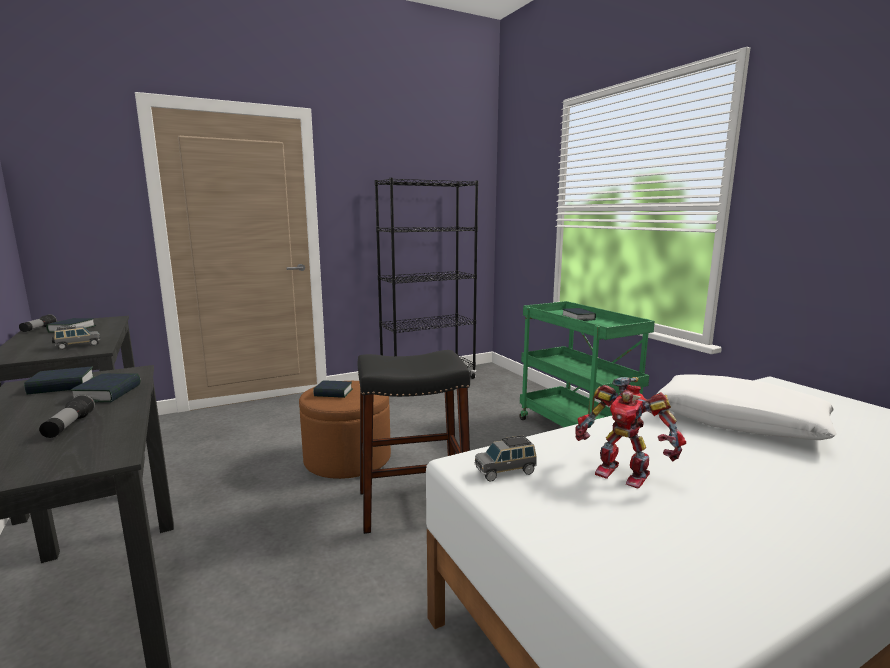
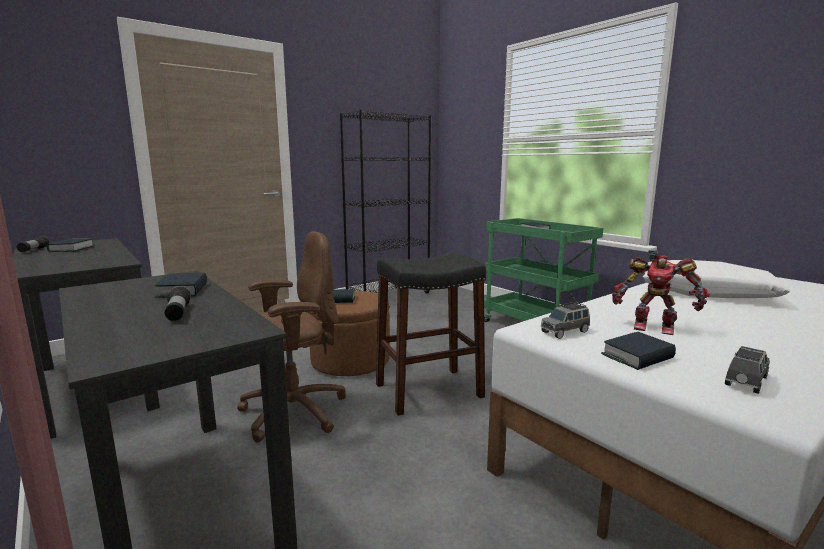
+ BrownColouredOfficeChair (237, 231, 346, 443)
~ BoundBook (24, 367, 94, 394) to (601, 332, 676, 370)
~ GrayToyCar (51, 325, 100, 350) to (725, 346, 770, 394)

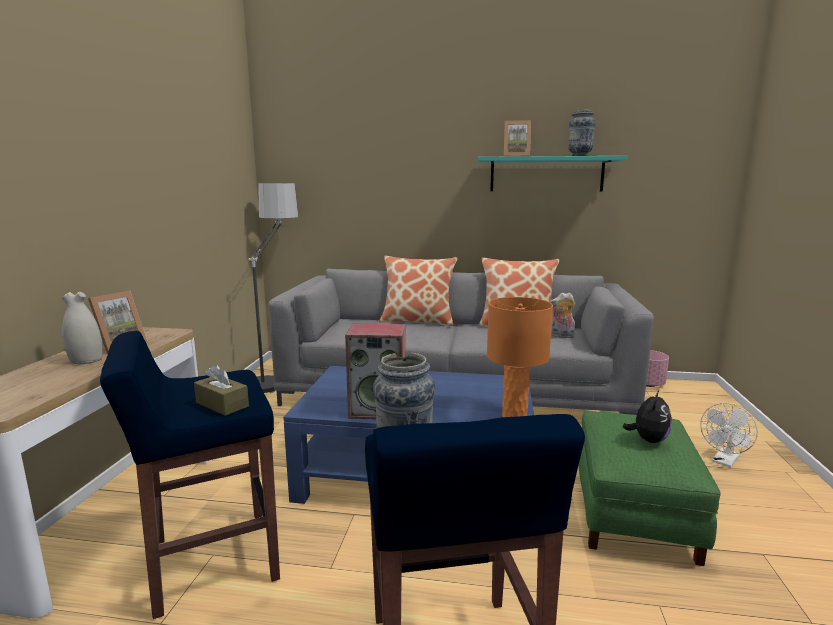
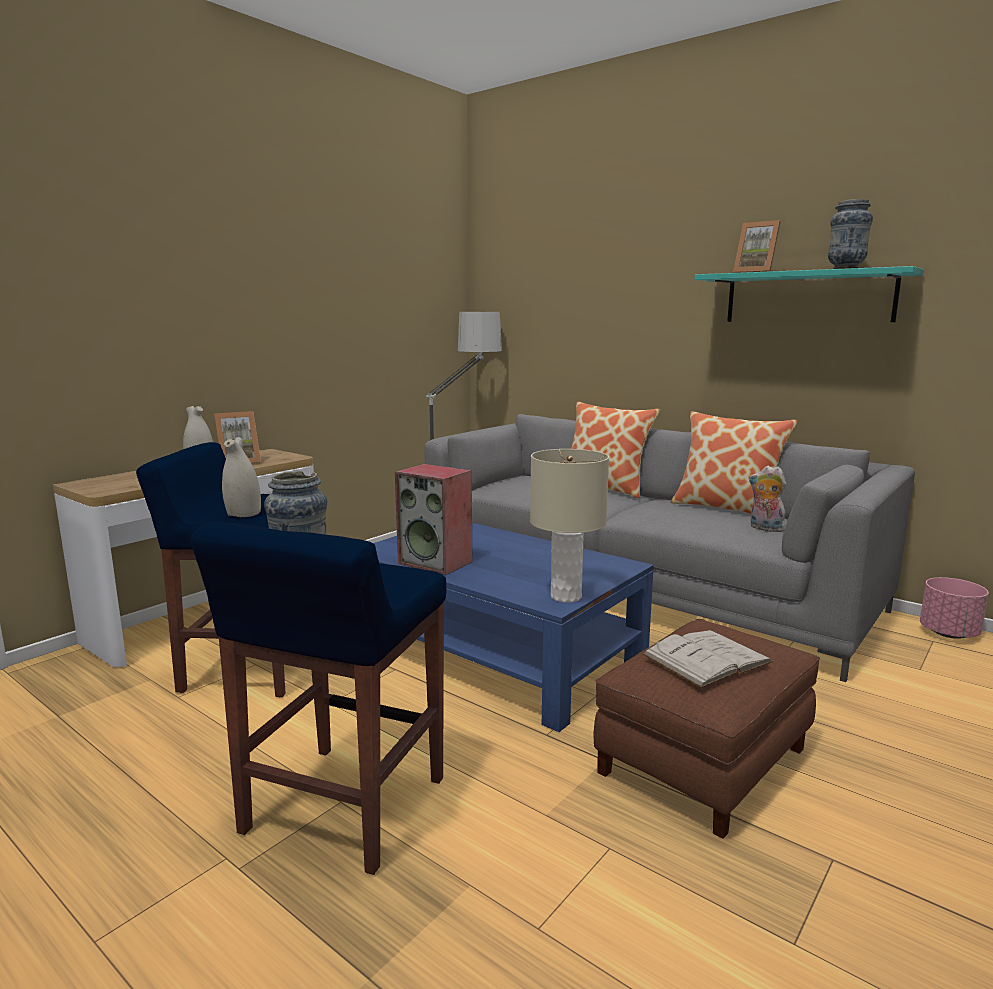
~ BrownColouredTissueBox (194, 364, 249, 416) to WhiteFlowerVase (222, 437, 261, 517)
~ OrangeColouredLampForATable (487, 297, 553, 417) to BeigeColouredLampForATable (530, 449, 609, 603)
~ GreenColouredOttoman (579, 410, 721, 566) to BrownColouredOttoman (594, 619, 820, 839)
~ PlushToy (623, 389, 672, 443) to WhiteBoundBook (642, 630, 773, 688)
- WhiteCoolingFan (700, 403, 758, 468)

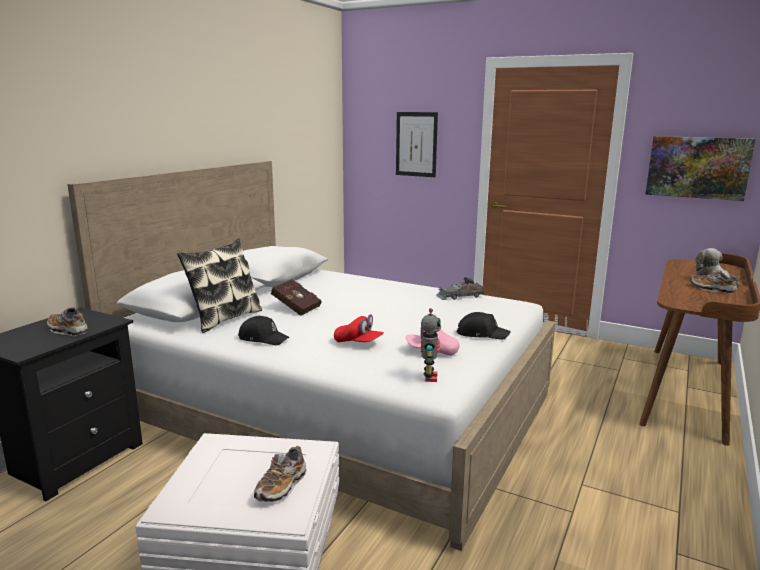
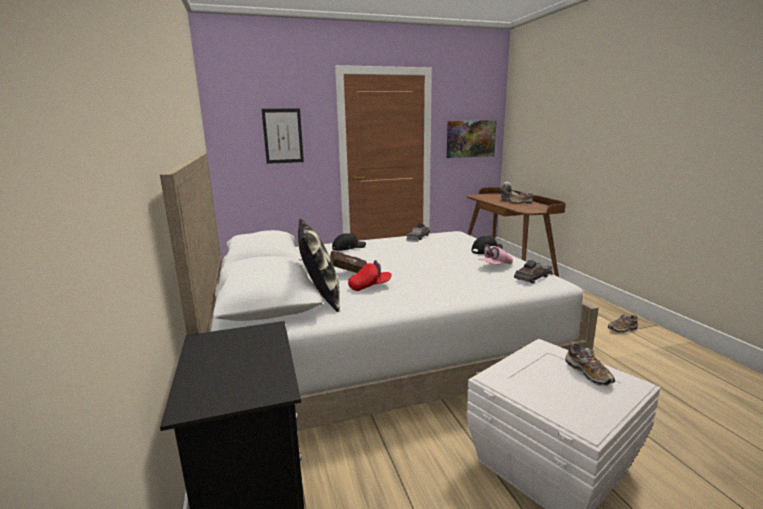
~ BlackCap (238, 316, 289, 345) to (332, 233, 366, 251)
~ RedCap (334, 314, 384, 342) to (348, 260, 392, 291)
~ ToyRobot (421, 308, 441, 382) to GrayToyCar (514, 260, 553, 284)
~ LowShoe (47, 307, 88, 336) to (608, 314, 638, 333)

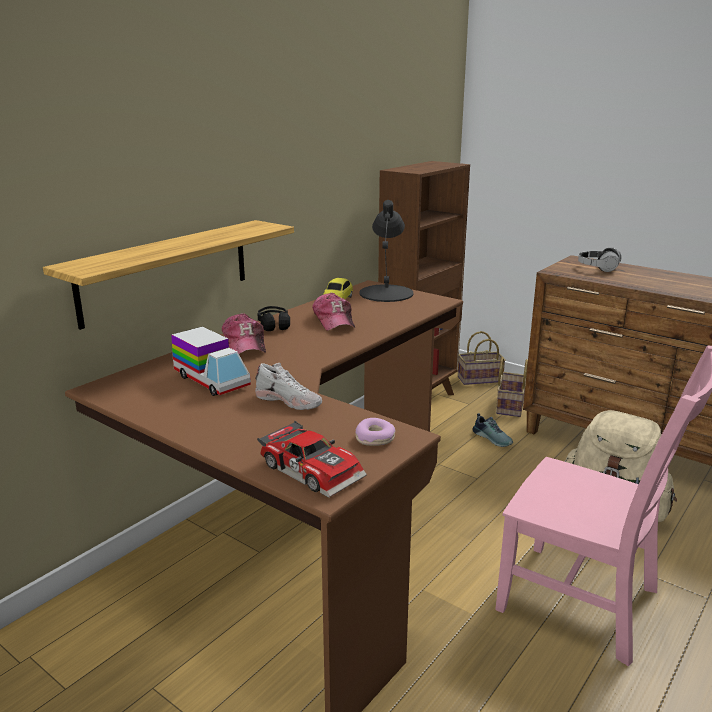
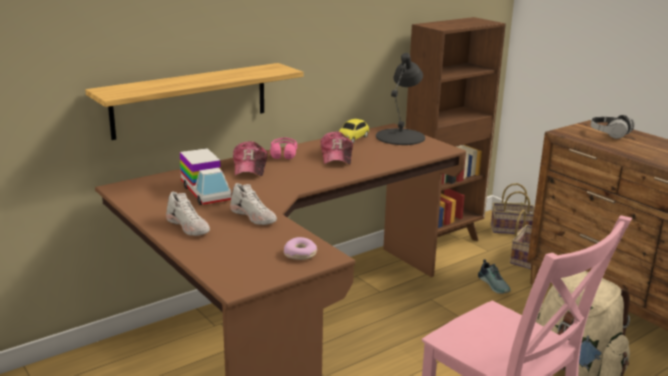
+ WhiteLowShoe (166, 192, 210, 236)
~ BlackPairOfHeadphones (257, 306, 290, 331) to PinkishPairOfHeadphones (270, 137, 297, 159)
- ToyCar (257, 421, 367, 498)

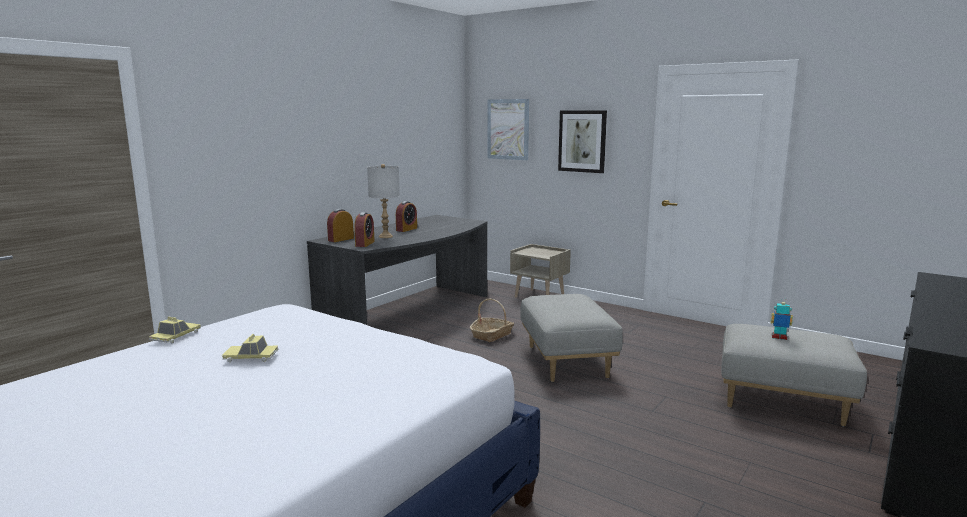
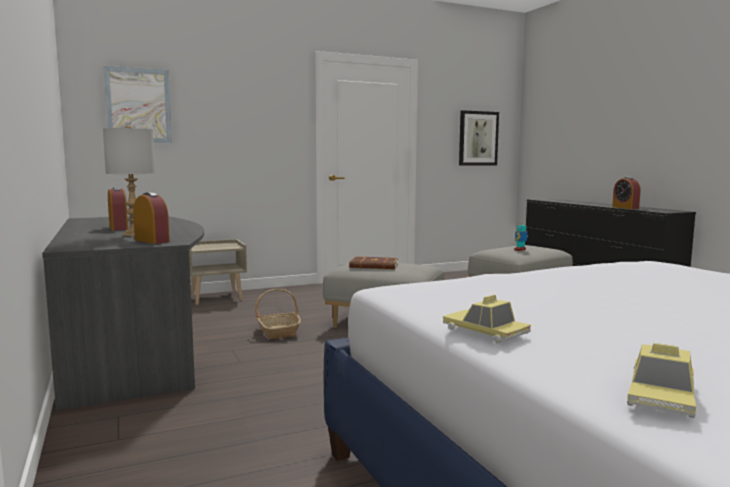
+ BrownColouredBoundBook (349, 256, 399, 269)
~ WallArt (558, 110, 607, 173) to (459, 110, 499, 165)
~ TableClock (327, 209, 354, 242) to (612, 177, 640, 209)
~ ToyCar (222, 334, 278, 362) to (627, 343, 696, 418)

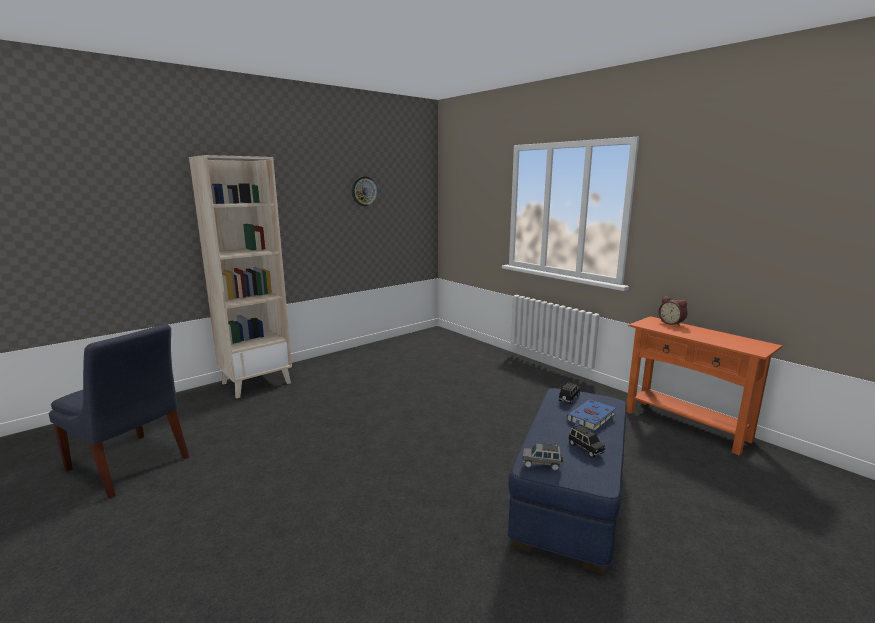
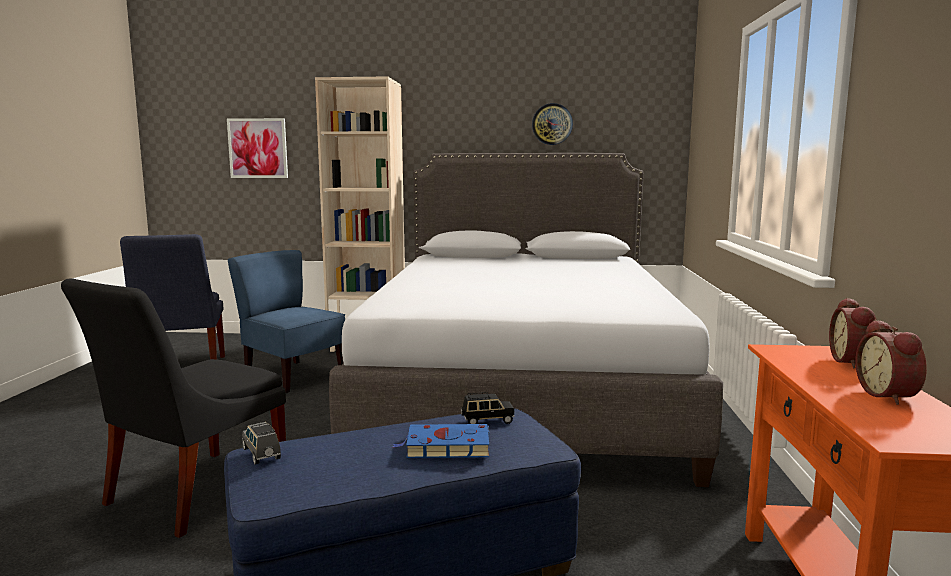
+ BlackUprightChair (61, 278, 286, 538)
+ WallArt (227, 118, 288, 178)
+ BlueColouredUprightChair (228, 250, 345, 394)
+ GrayBed (329, 153, 723, 487)
+ TableClock (855, 319, 927, 405)
- BlackToyCar (568, 424, 605, 458)

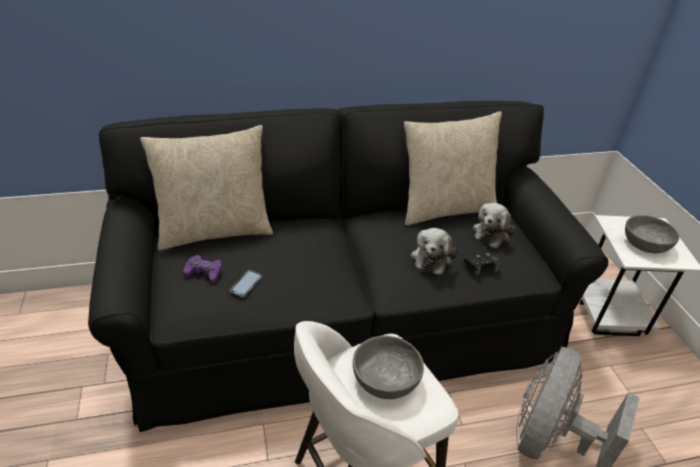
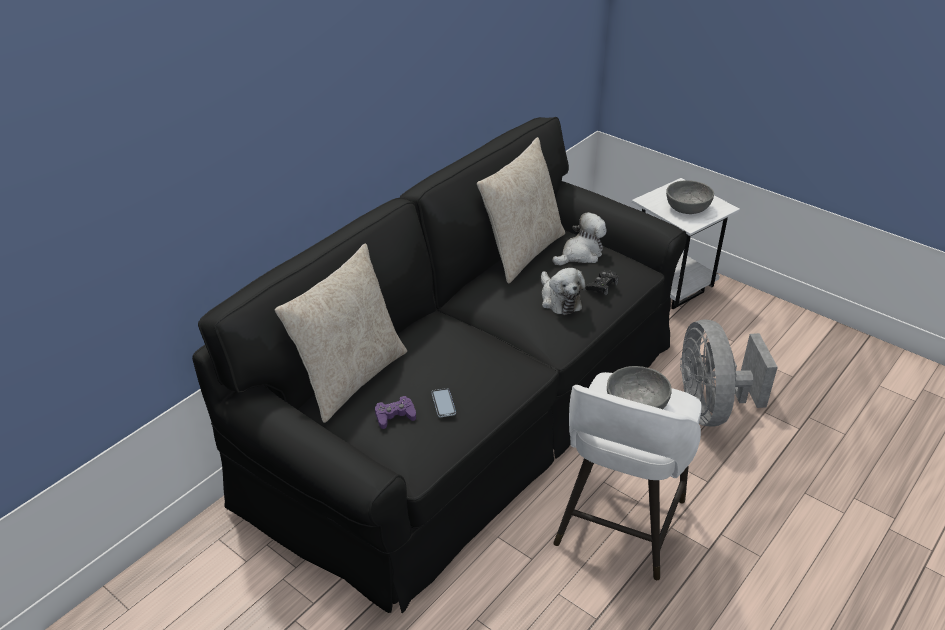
~ PlushToy (473, 203, 516, 248) = (552, 212, 607, 265) 120 degrees counterclockwise

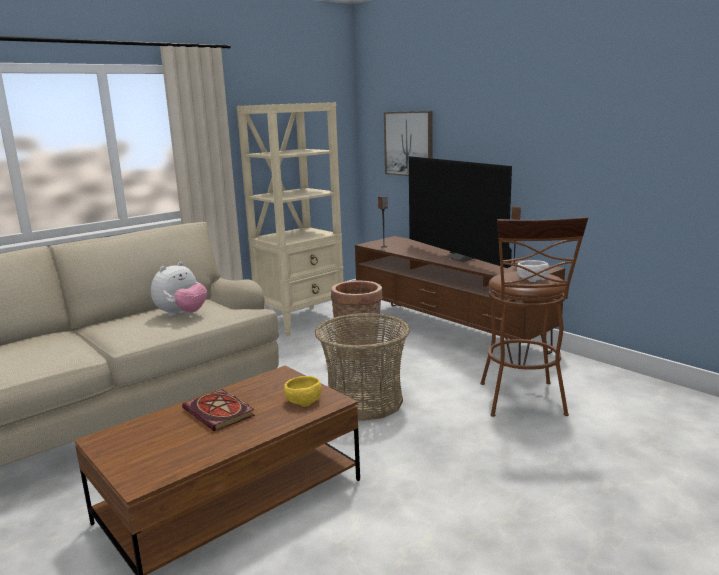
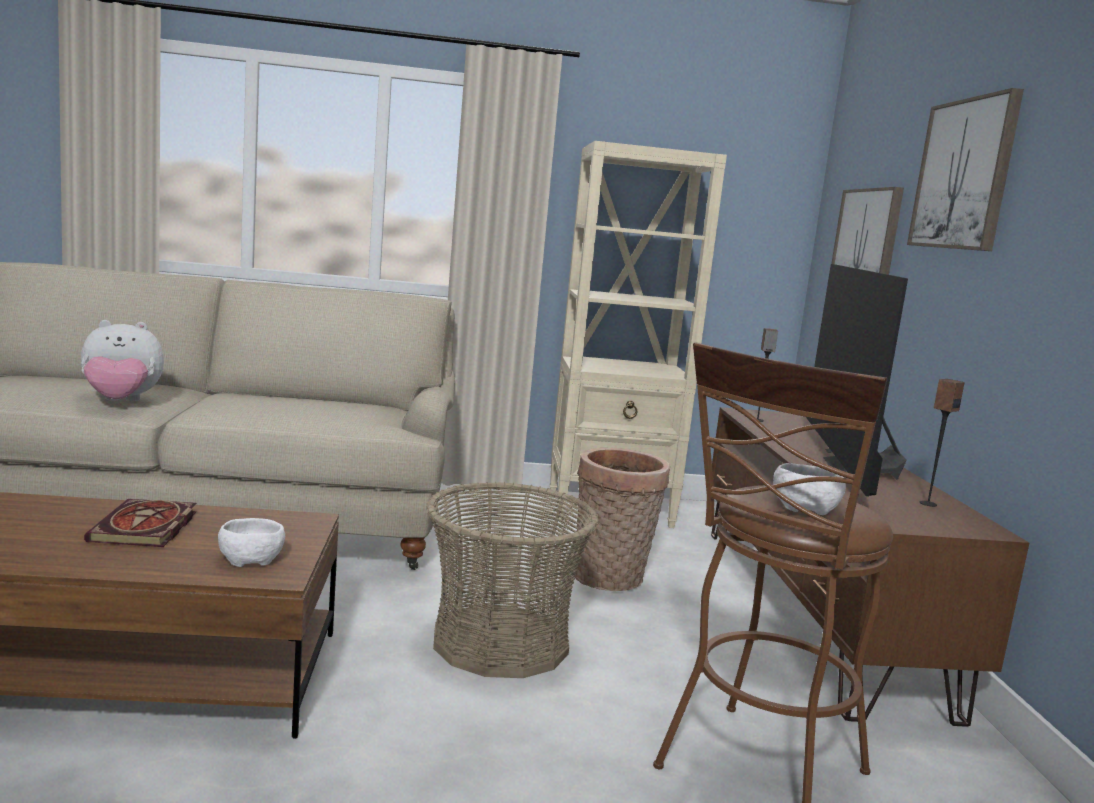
~ PlushToy (151, 262, 207, 317) to (81, 320, 164, 401)
~ YellowBowl (284, 376, 322, 407) to WhiteBowl (218, 518, 285, 567)
+ WallArt (907, 88, 1024, 251)

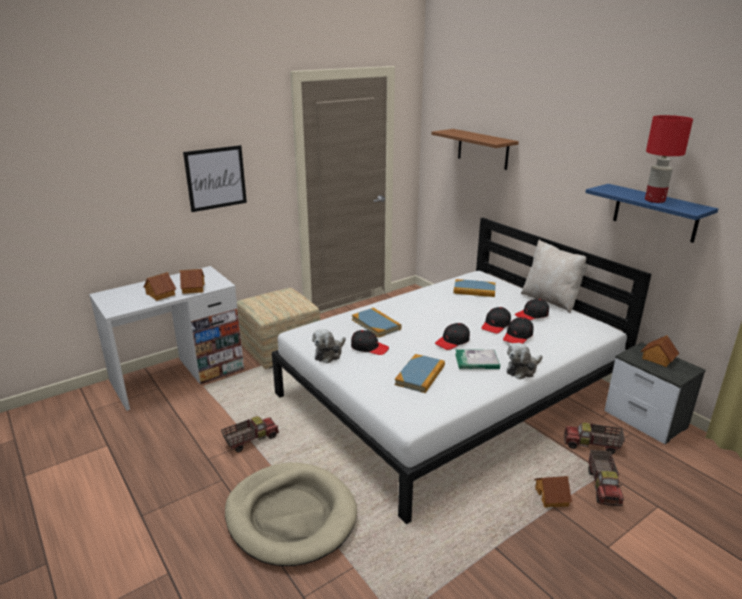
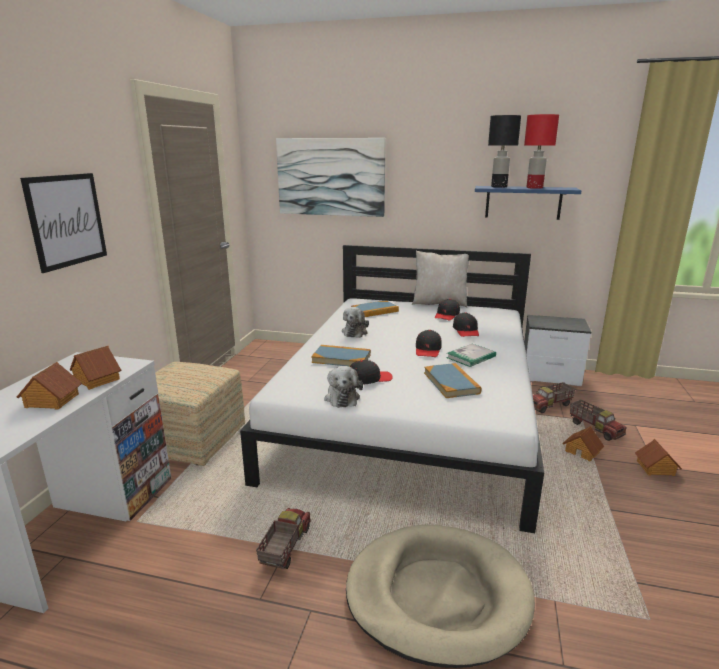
~ BrownColouredShelf (431, 129, 519, 170) to WallArt (276, 138, 386, 217)
~ PlushToy (506, 343, 543, 379) to (342, 307, 369, 338)
+ BlackLampForATable (488, 115, 521, 188)
~ MiniatureHouse (641, 335, 679, 367) to (635, 439, 682, 476)
- BlackCap (481, 307, 511, 334)

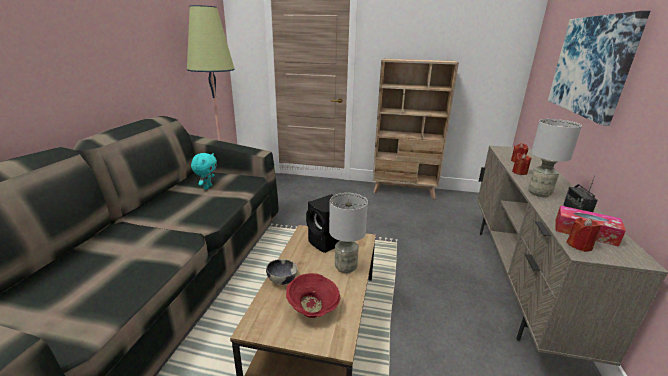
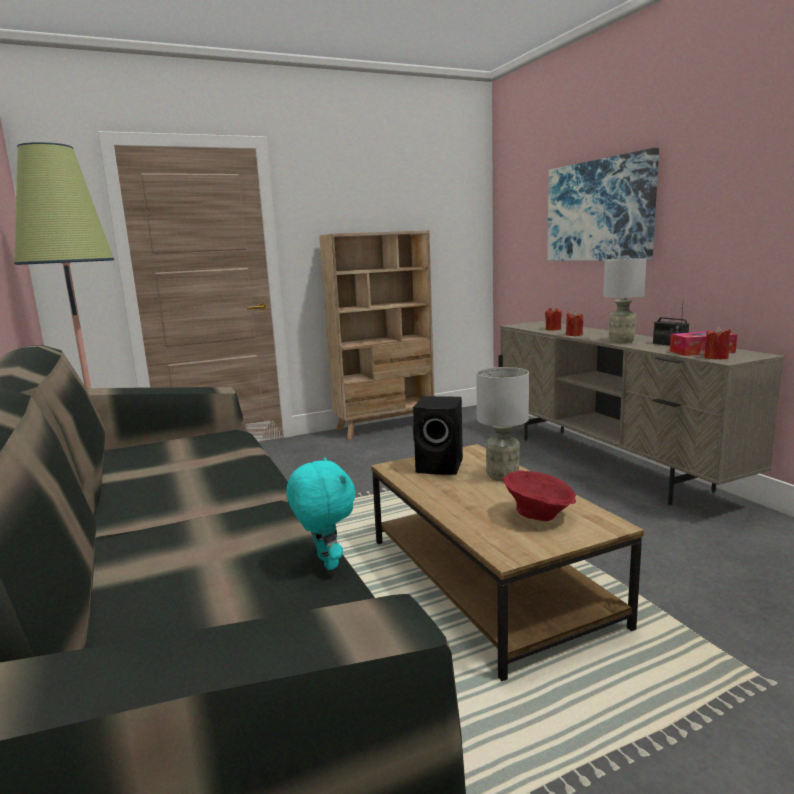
~ BlueGreenPlushToy (191, 153, 217, 190) to (286, 457, 356, 570)
- Bowl (266, 259, 298, 285)

